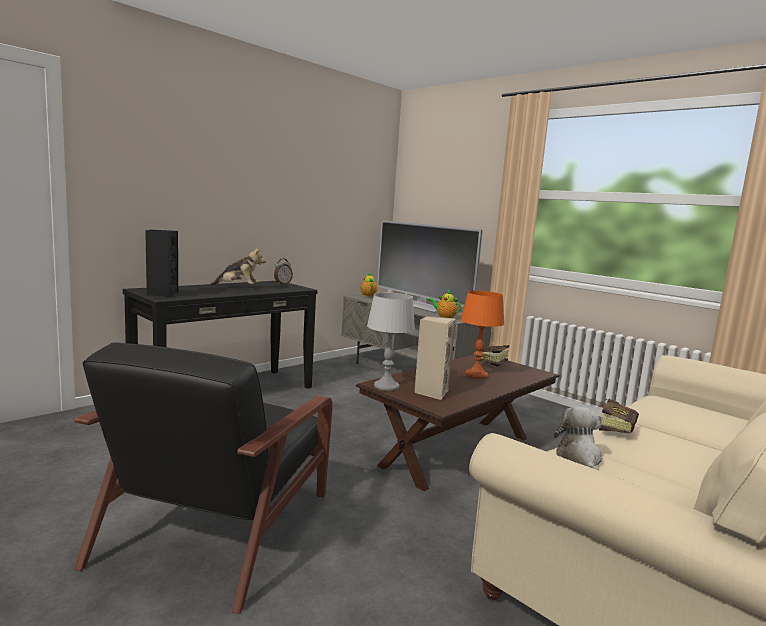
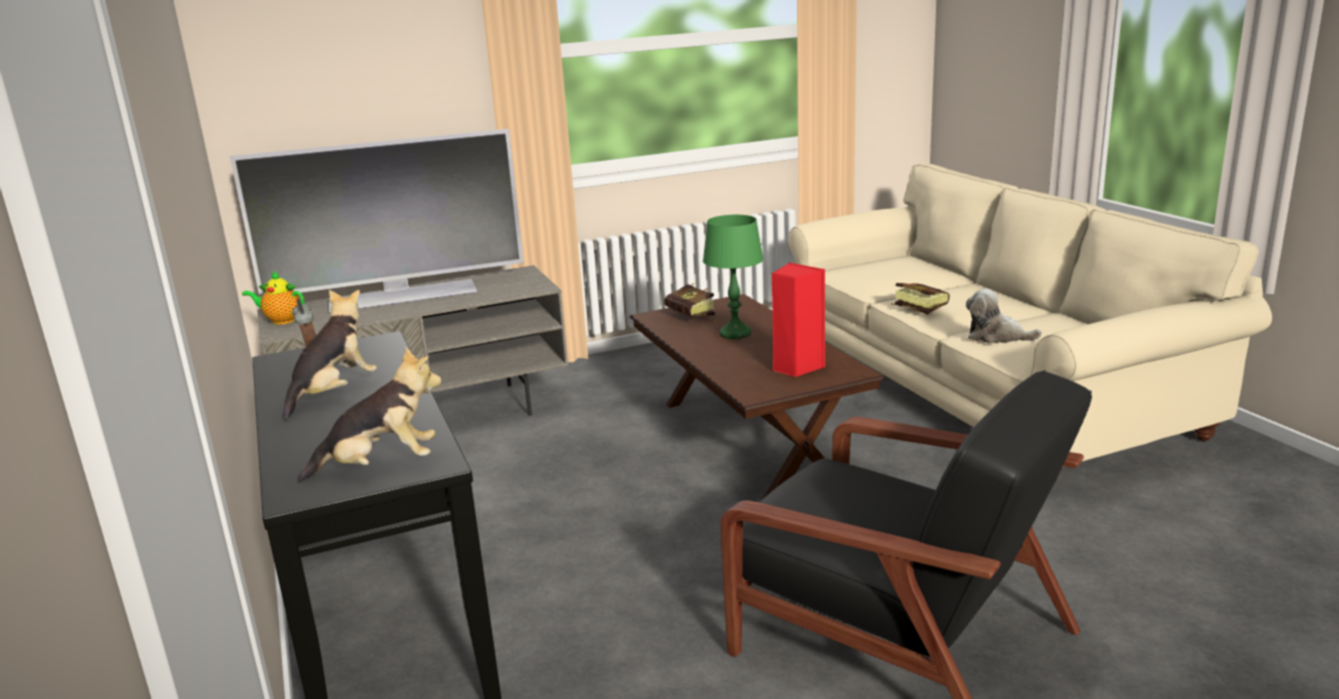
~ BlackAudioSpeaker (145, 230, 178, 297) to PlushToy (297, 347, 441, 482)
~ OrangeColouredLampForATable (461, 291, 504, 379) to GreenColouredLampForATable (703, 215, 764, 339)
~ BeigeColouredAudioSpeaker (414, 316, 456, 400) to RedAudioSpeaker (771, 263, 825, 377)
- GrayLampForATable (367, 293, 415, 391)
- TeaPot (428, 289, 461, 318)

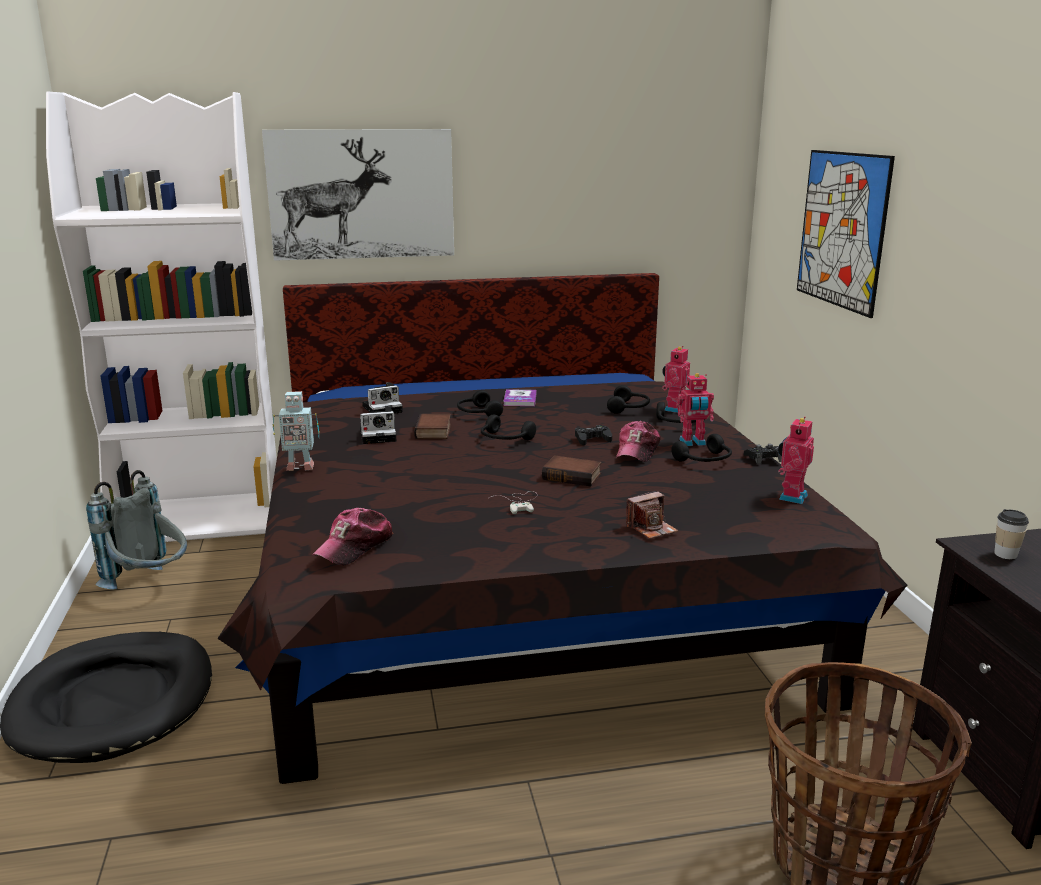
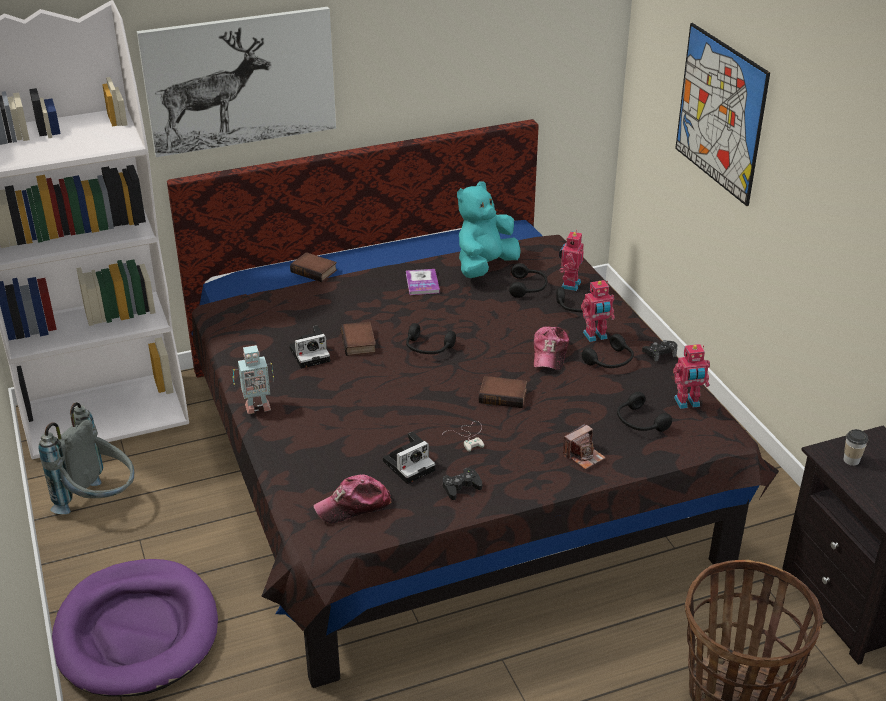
~ BlackDogBed (0, 632, 212, 763) to PurpleDogBed (52, 559, 218, 697)
+ BoundBook (290, 252, 337, 282)
~ Cap (312, 508, 393, 565) = (313, 475, 391, 523) 45 degrees clockwise
~ StillCamera (362, 382, 403, 414) to (383, 432, 435, 484)
~ BlackGamepad (575, 425, 612, 445) to (443, 468, 482, 500)
+ BlueGreenPlushToy (457, 181, 521, 278)
~ BlackPairOfHeadphones (457, 390, 503, 417) to (617, 392, 672, 432)
~ ToyRobot (778, 417, 814, 504) = (673, 344, 710, 409) 120 degrees counterclockwise

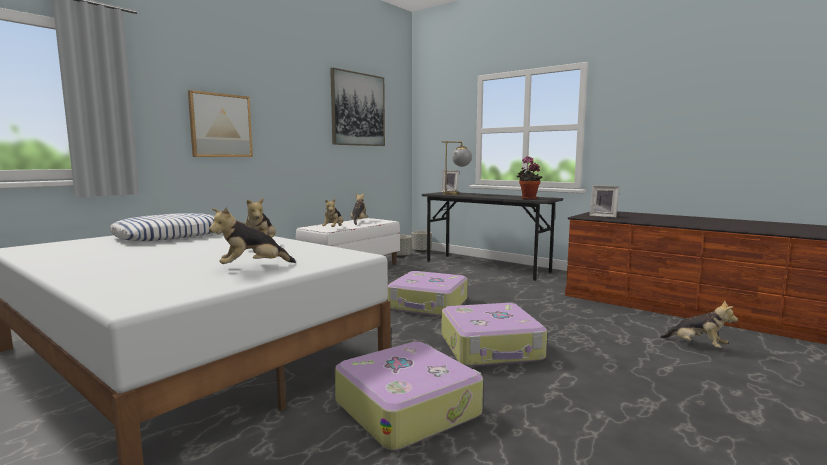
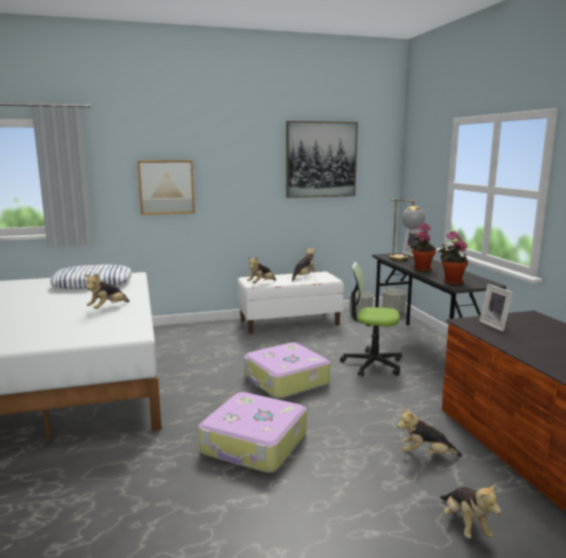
+ OfficeChair (340, 262, 402, 377)
~ PlushToy (209, 207, 296, 264) to (397, 408, 462, 457)
+ PlantInAPot (410, 223, 436, 272)
- Suitcase (335, 342, 483, 450)

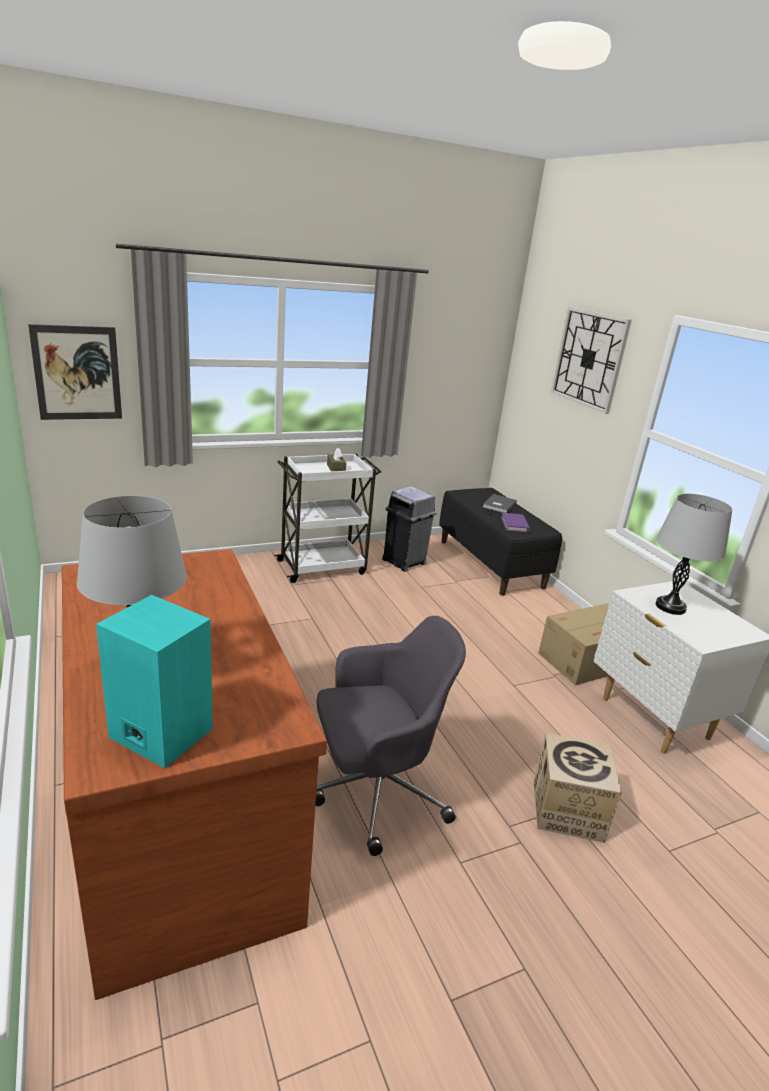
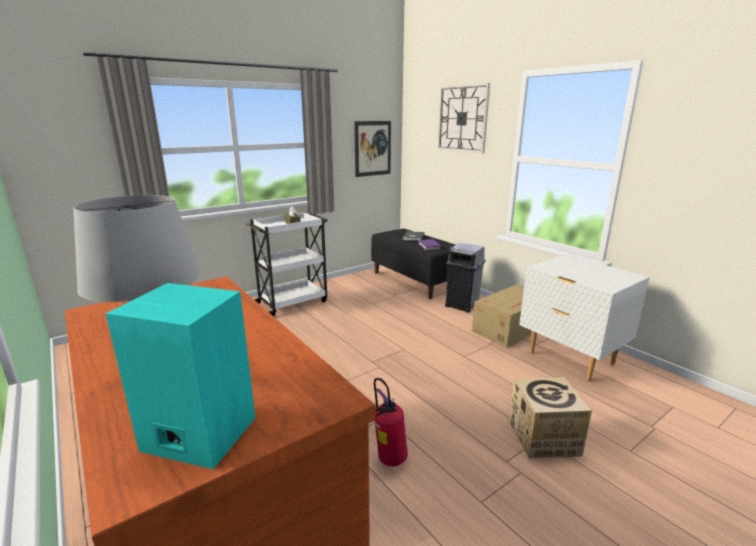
~ WallArt (28, 324, 122, 420) to (354, 121, 391, 177)
~ GrayOfficeChair (315, 616, 466, 856) to Extinguisher (374, 378, 408, 466)
~ GrayRubbishBin (382, 486, 437, 572) to (445, 243, 486, 313)
- GrayLampForATable (656, 494, 732, 615)

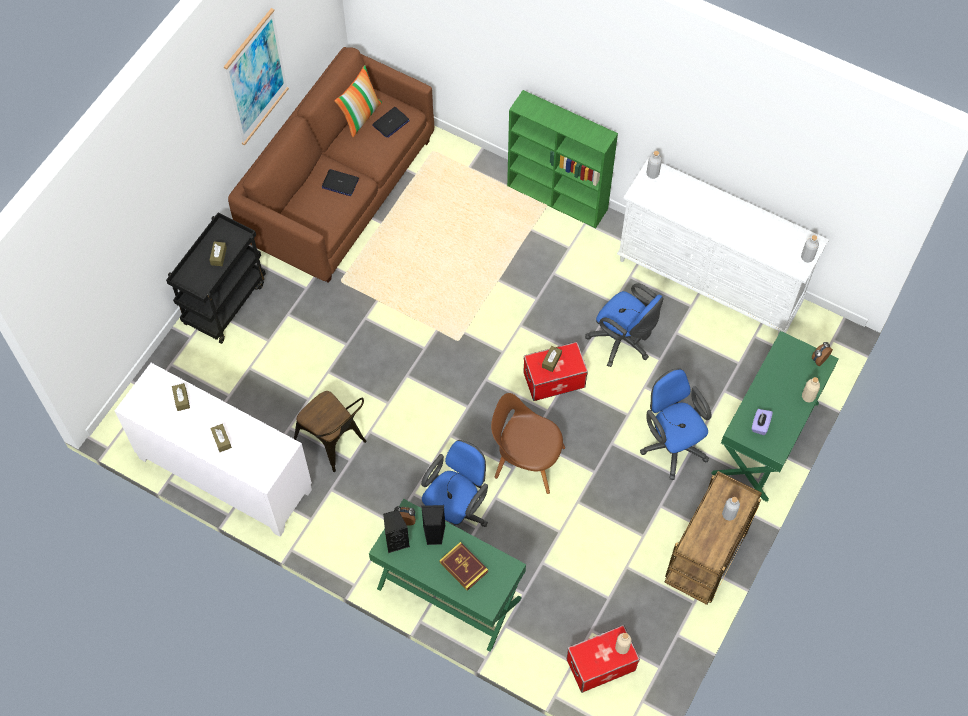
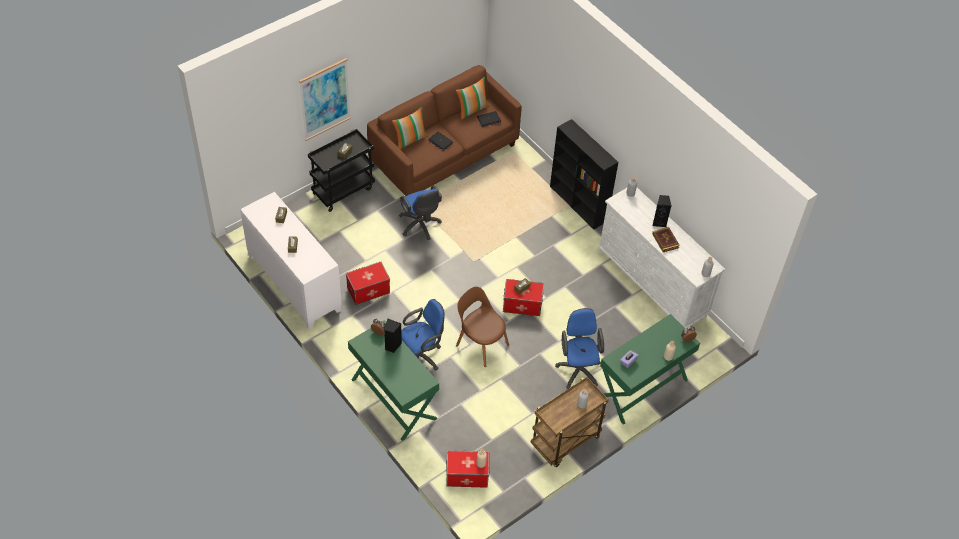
~ WallArt (224, 8, 289, 145) to (299, 58, 351, 141)
~ BrownColouredUprightChair (294, 391, 367, 472) to StorageBox (346, 262, 390, 305)
+ ThrowPillow (392, 107, 428, 150)
~ BlueColouredOfficeChair (585, 283, 663, 367) to (399, 185, 442, 240)
~ GreenColouredBookshelf (507, 90, 618, 228) to BlackBookshelf (550, 119, 618, 229)
~ BlackAudioSpeaker (383, 510, 410, 553) to (652, 195, 671, 227)
~ BoundBook (439, 542, 488, 591) to (652, 227, 680, 252)

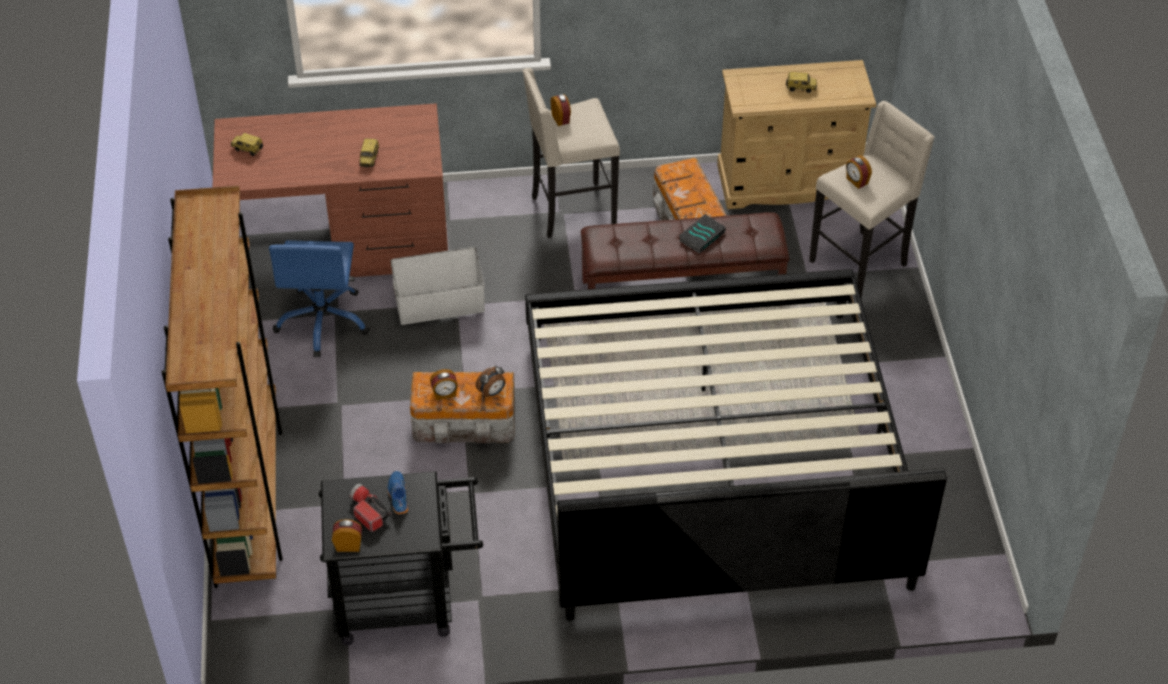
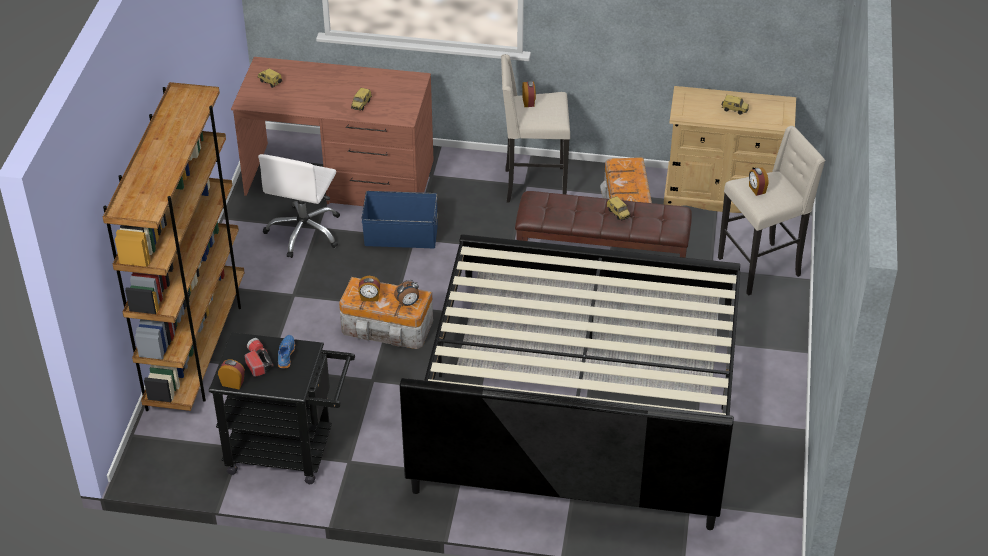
~ BlueColouredOfficeChair (269, 240, 370, 357) to WhiteOfficeChair (258, 154, 340, 258)
~ WhiteStorageBox (390, 247, 485, 325) to BlueColouredStorageBox (361, 191, 438, 248)
~ BoundBook (679, 214, 726, 254) to ToyCar (606, 196, 631, 220)

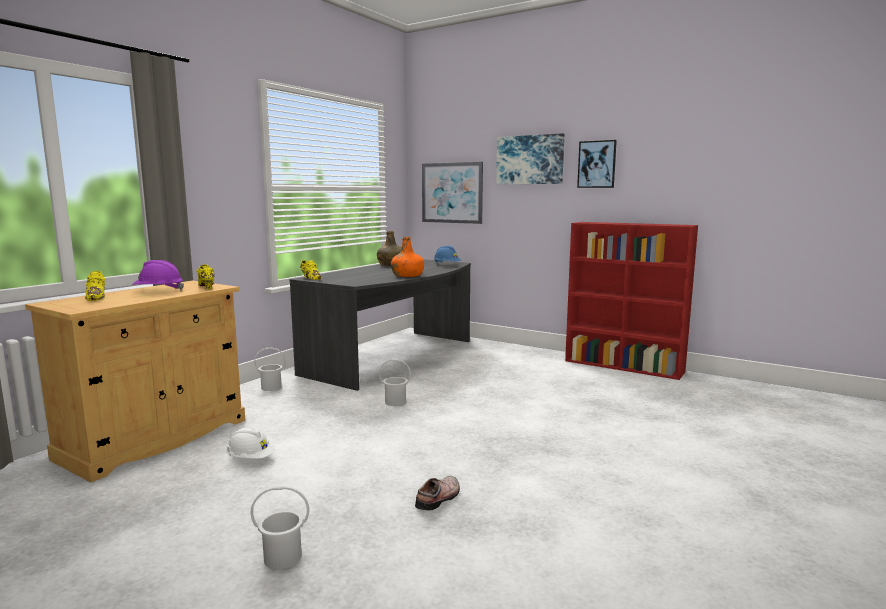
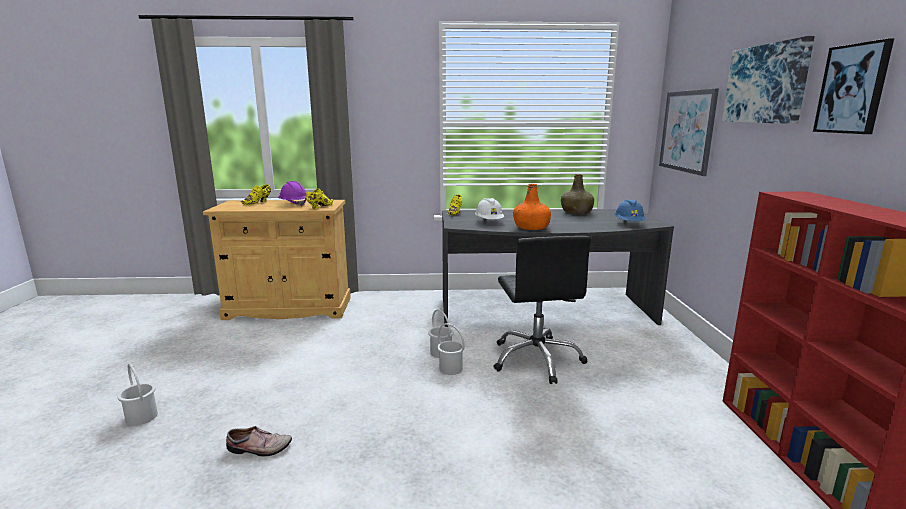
~ WhitePail (254, 348, 286, 391) to (437, 323, 465, 375)
~ WhiteSafetyHelmet (226, 426, 275, 459) to (475, 198, 504, 219)
+ BlackOfficeChair (493, 236, 591, 384)

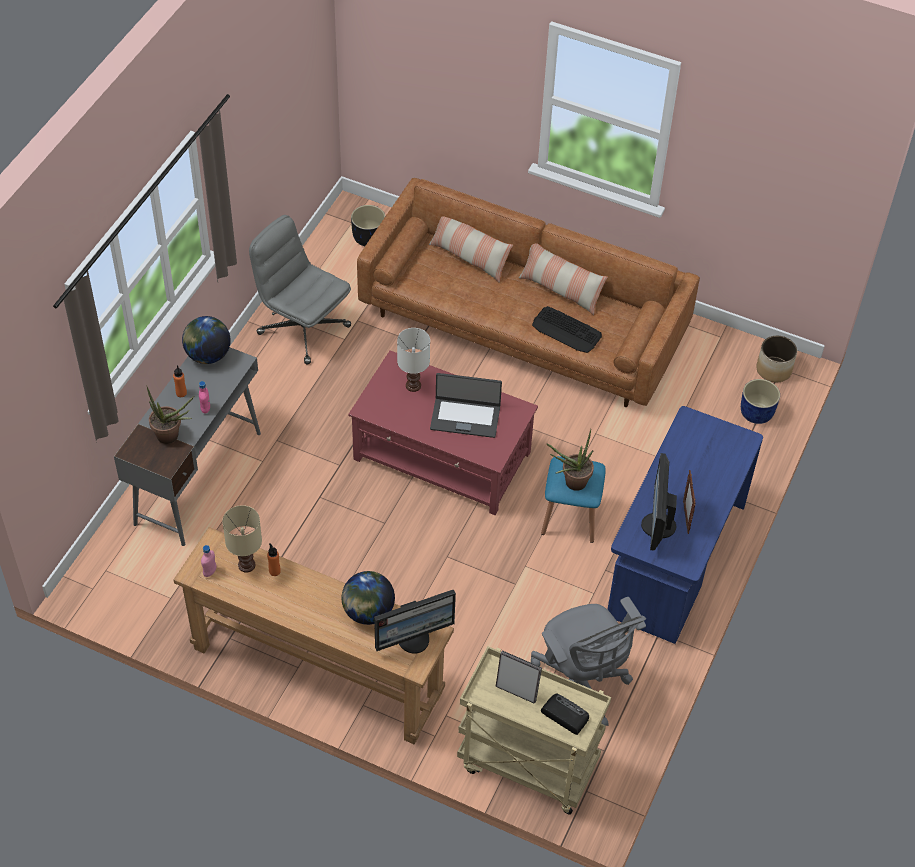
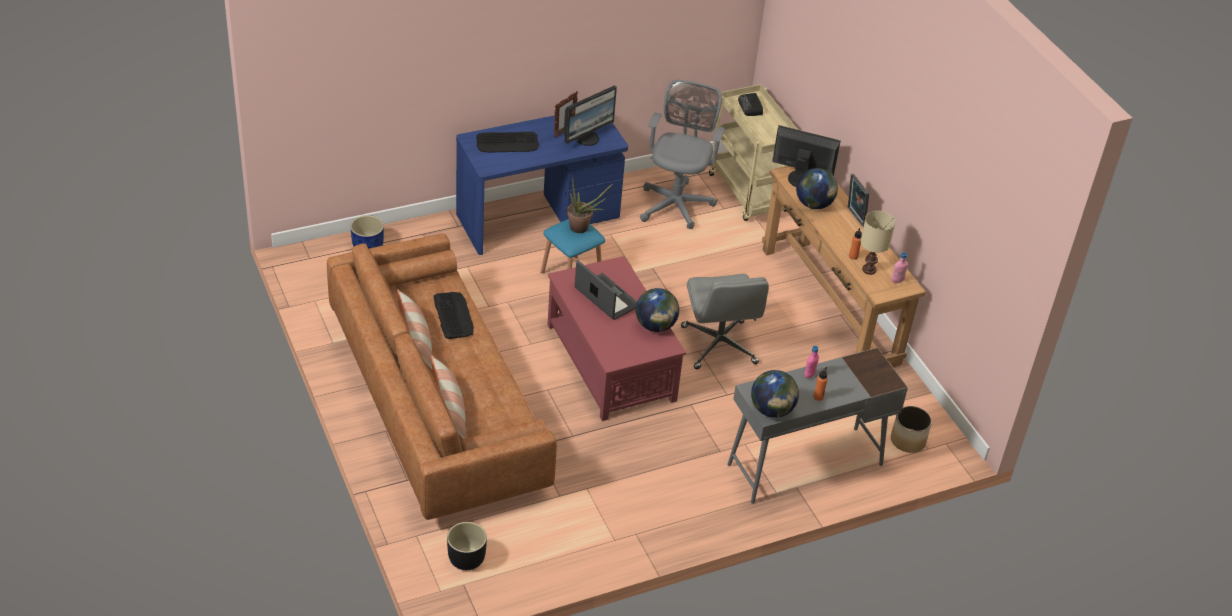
+ PcKeyboard (476, 132, 539, 153)
+ Globe (636, 288, 679, 332)
~ GrayOfficeChair (249, 215, 351, 365) to (681, 274, 769, 369)
~ PictureFrame (496, 650, 542, 704) to (848, 174, 869, 227)
~ Planter (756, 336, 797, 382) to (891, 406, 932, 453)
- PlantInAPot (146, 385, 194, 444)
- WhiteLampForATable (397, 328, 430, 392)

